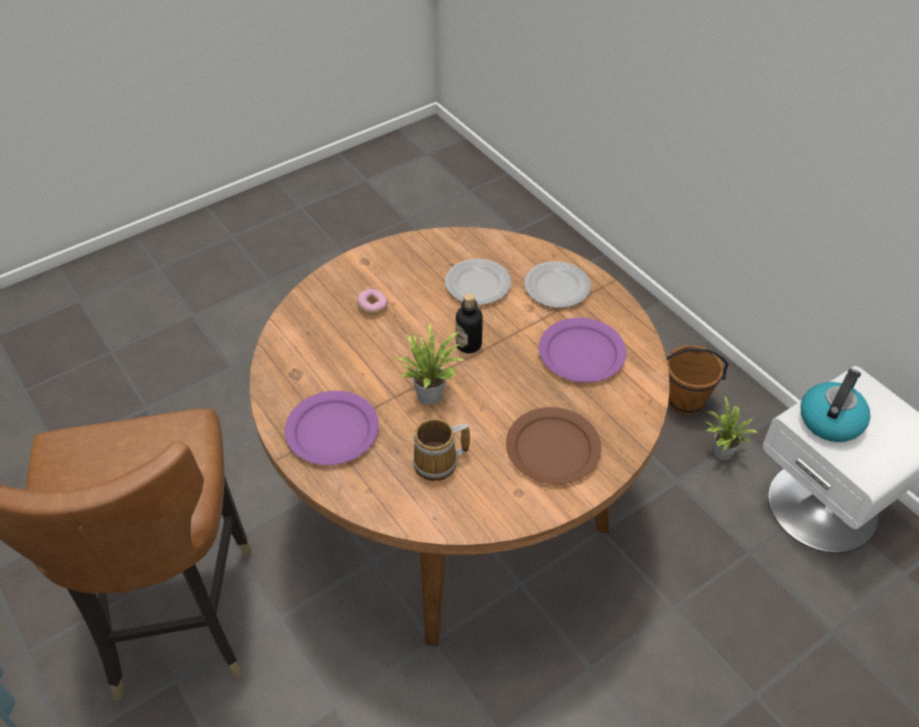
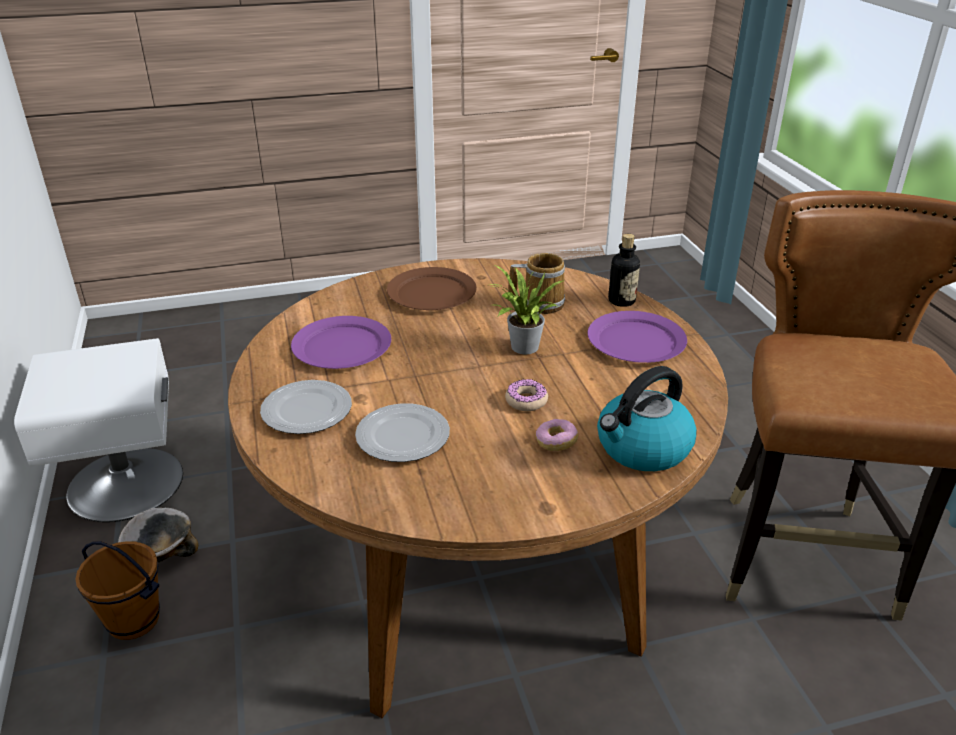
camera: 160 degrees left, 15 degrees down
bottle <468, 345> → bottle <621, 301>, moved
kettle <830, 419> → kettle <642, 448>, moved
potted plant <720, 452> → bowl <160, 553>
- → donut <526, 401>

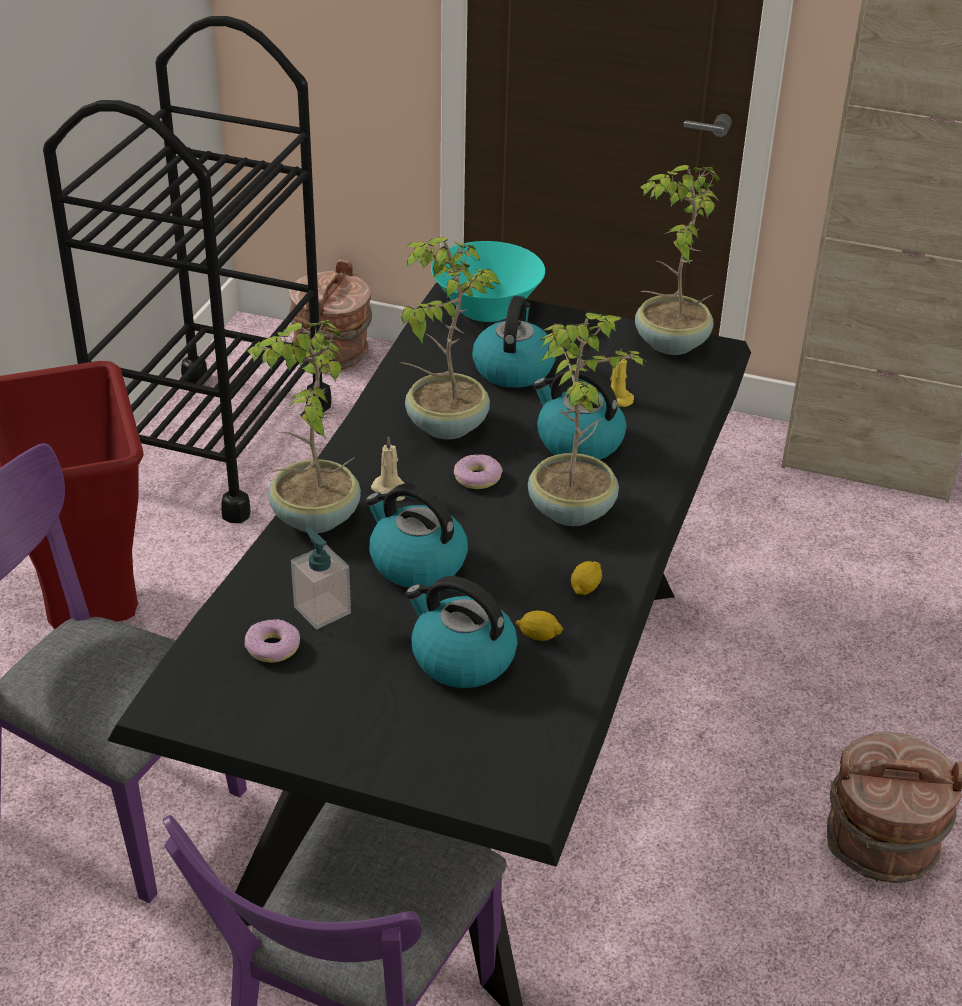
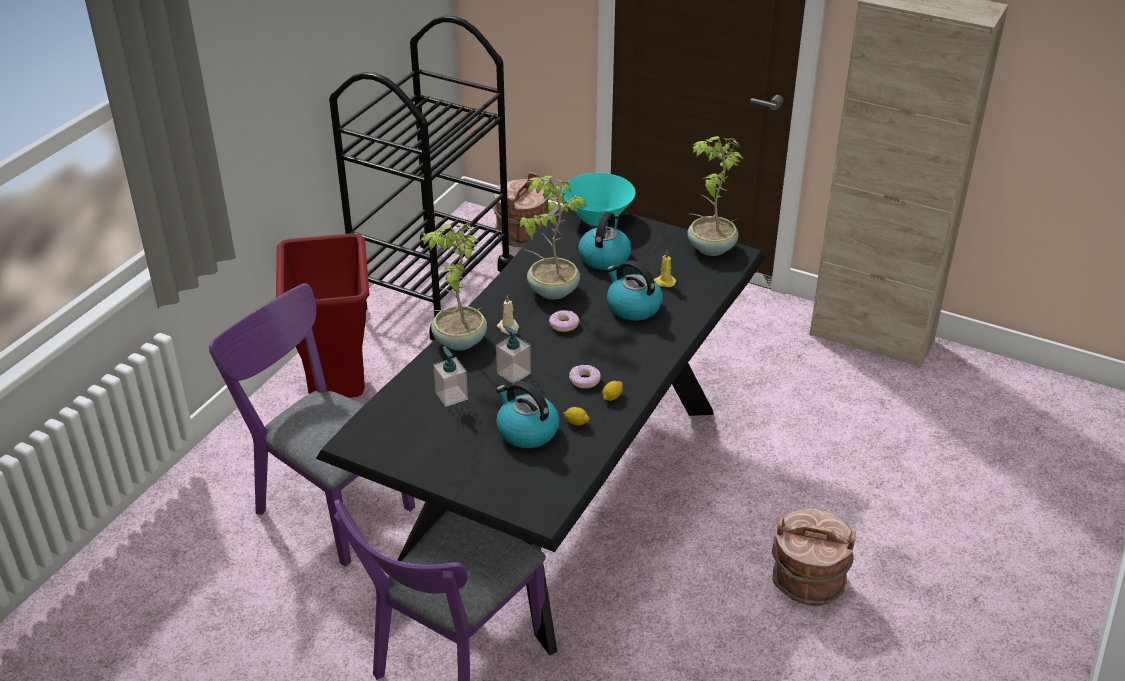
camera: 10 degrees right, 0 degrees up
potted plant <573, 509> → -
kettle <416, 563> → soap dispenser <513, 373>
donut <272, 648> → donut <584, 380>, moved

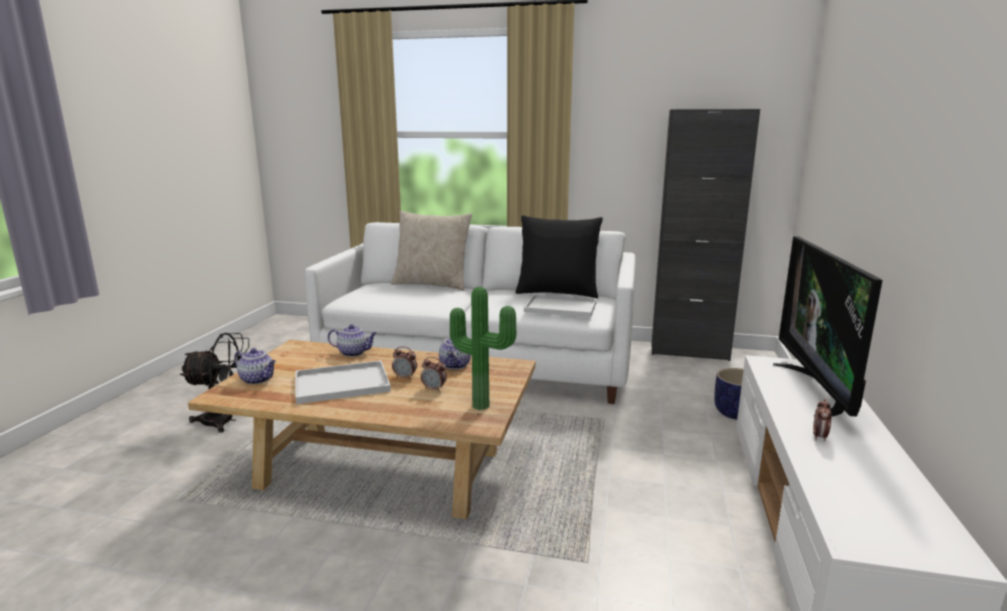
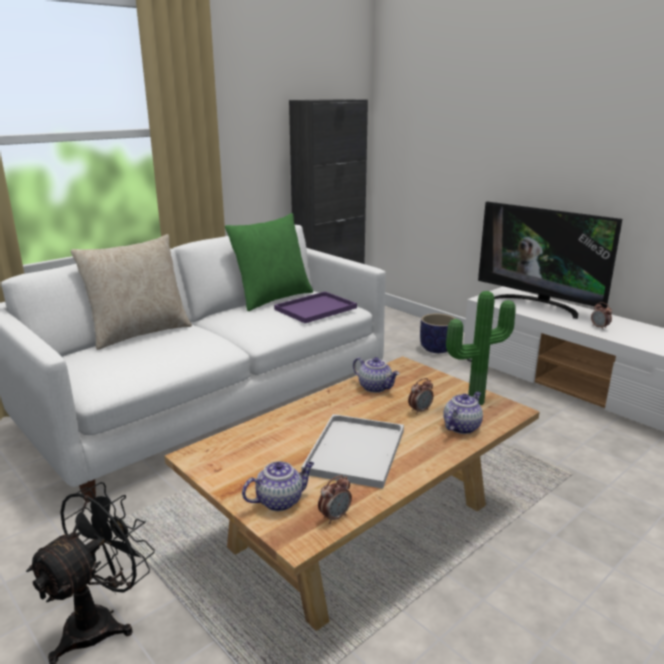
camera: 55 degrees left, 5 degrees up
black pillow <557, 292> → green pillow <272, 298>
white tray <559, 307> → purple tray <315, 309>
teapot <354, 352> → teapot <461, 427>, moved
alarm clock <405, 377> → alarm clock <335, 517>, moved

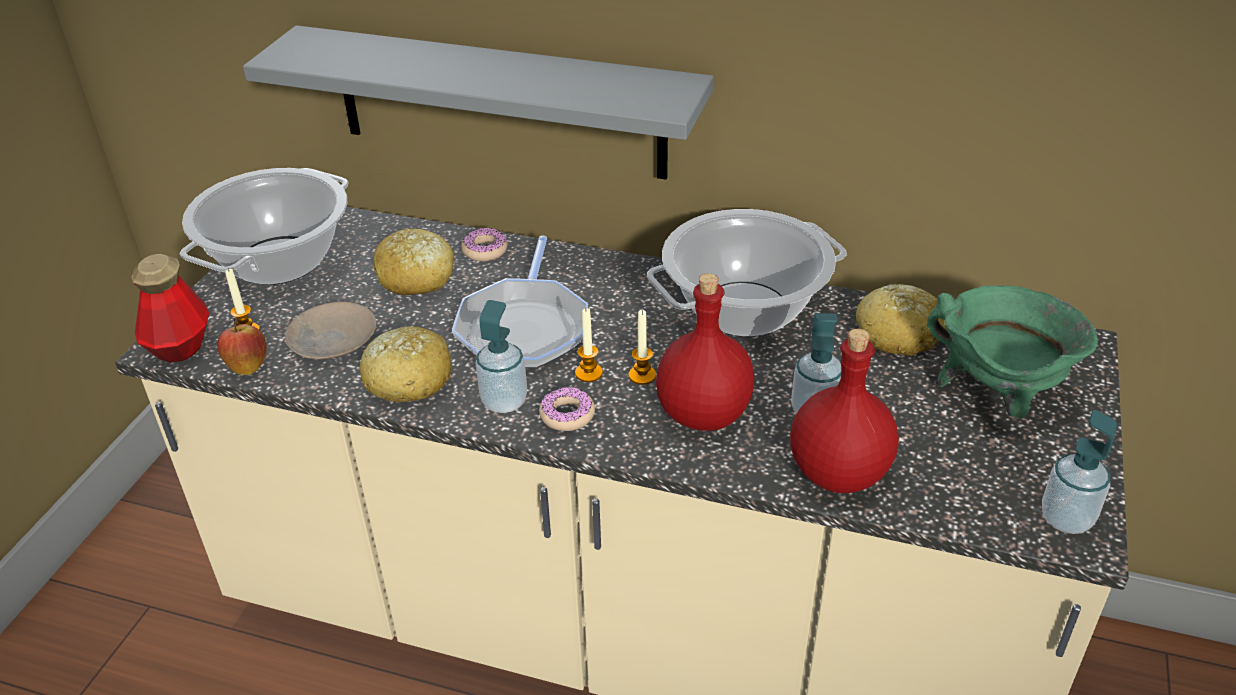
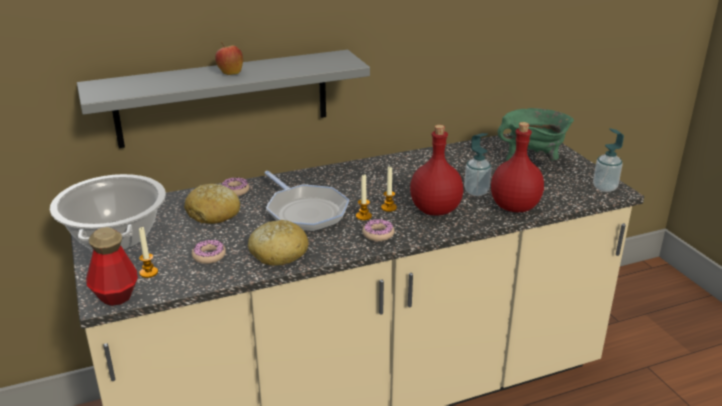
camera: 40 degrees left, 10 degrees down
cooking pot <744, 310> → -
bread <899, 334> → -
soap dispenser <504, 401> → -
beige plate <332, 341> → donut <209, 256>
apple <247, 366> → apple <230, 73>, moved

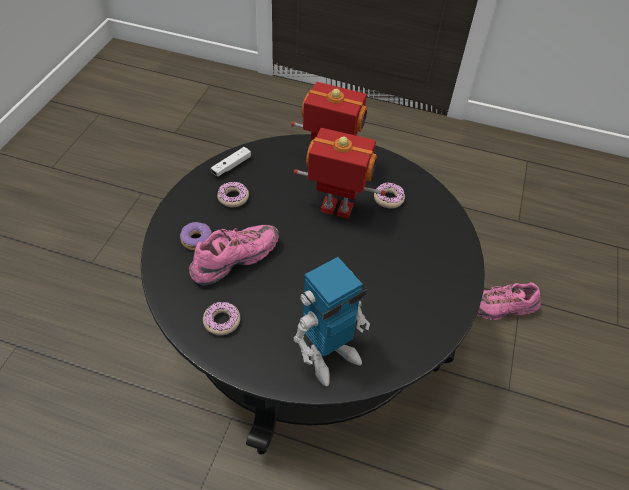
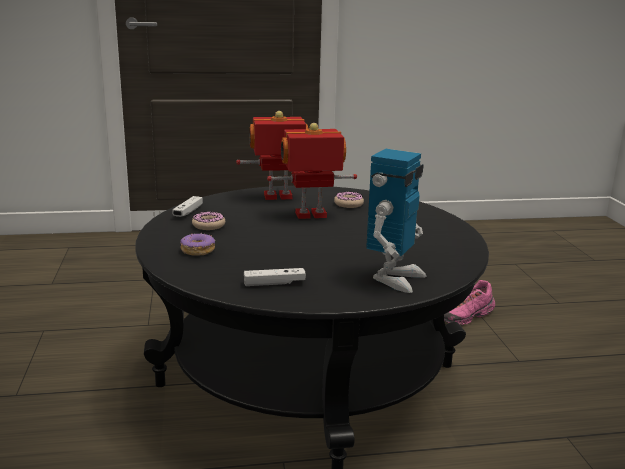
camera: 25 degrees left, 30 degrees down
pink shoe <234, 260> → -
donut <222, 321> → white game controller <274, 283>

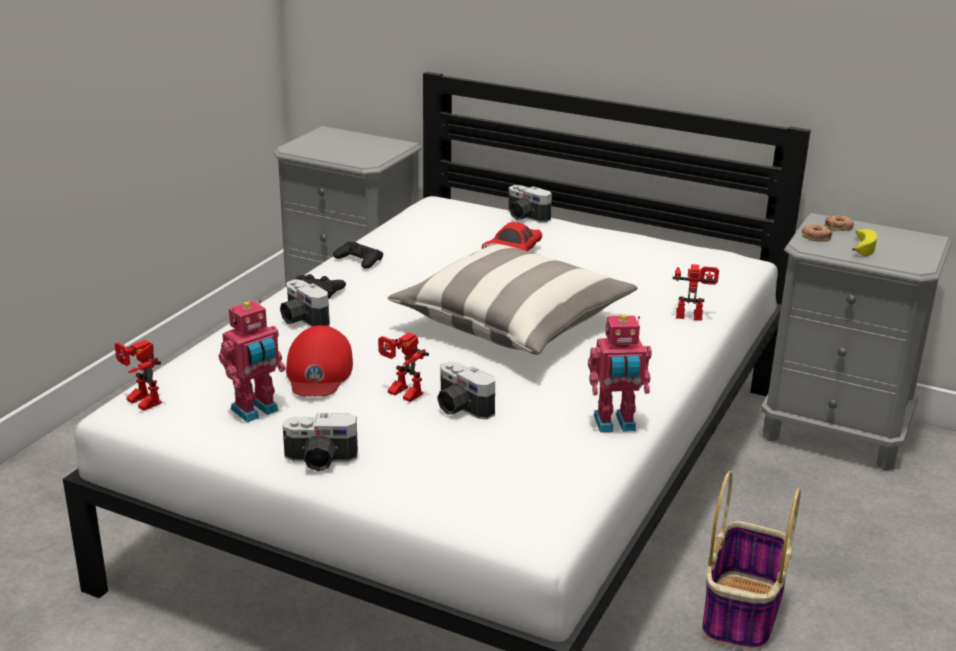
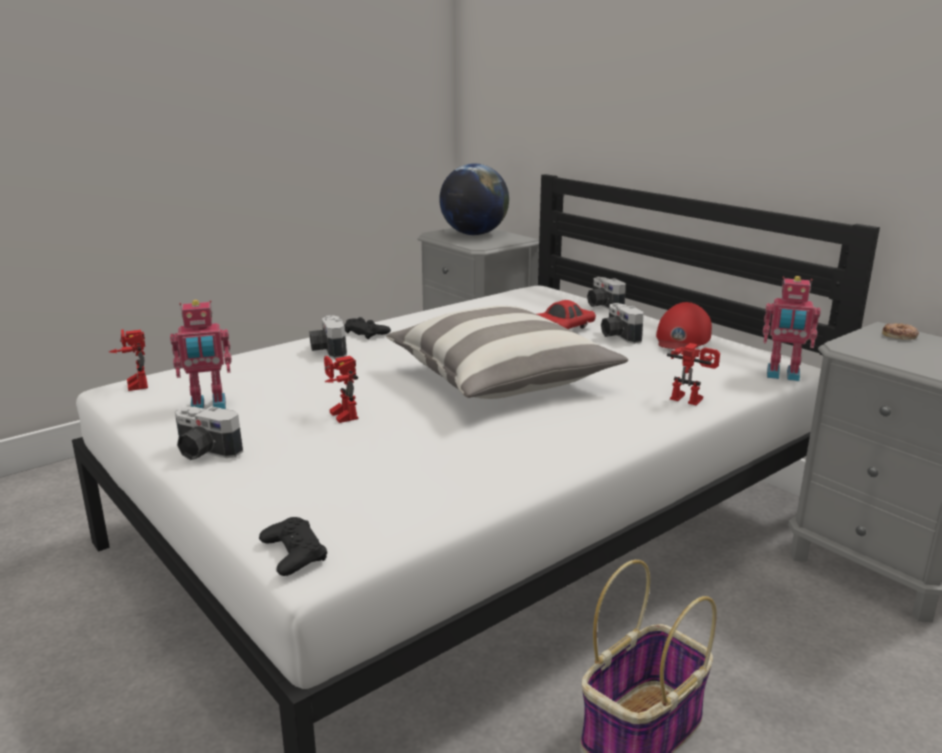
camera: 25 degrees right, 5 degrees down
donut <816, 236> → -
banana <861, 247> → -
black game controller <359, 260> → black game controller <293, 553>, moved
toy robot <615, 425> → toy robot <783, 375>, moved
red cap <318, 372> → red cap <682, 338>, moved
photo camera <460, 408> → photo camera <618, 336>, moved
- → globe <474, 234>

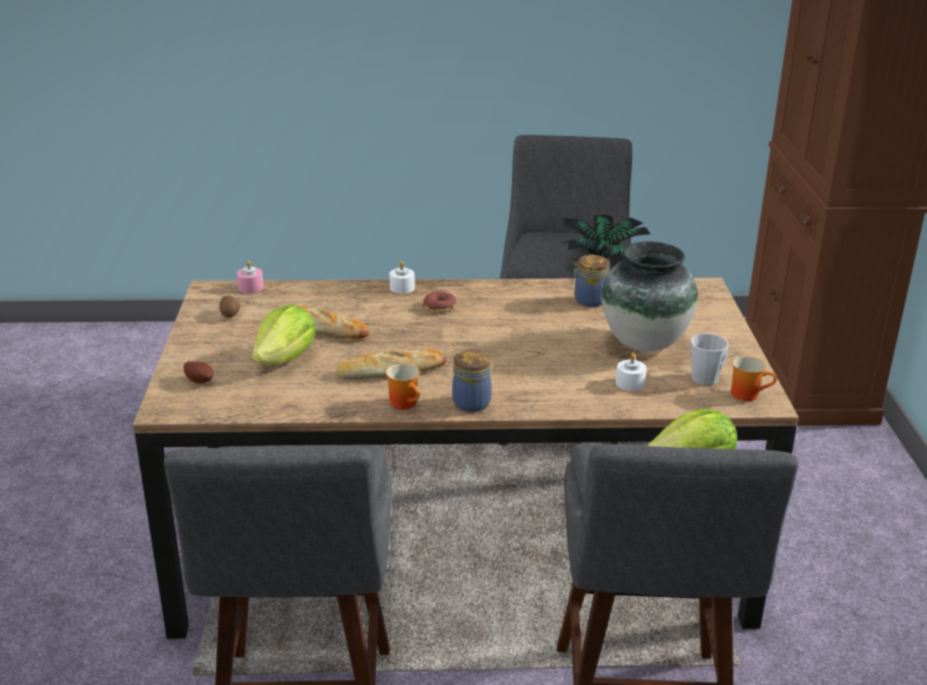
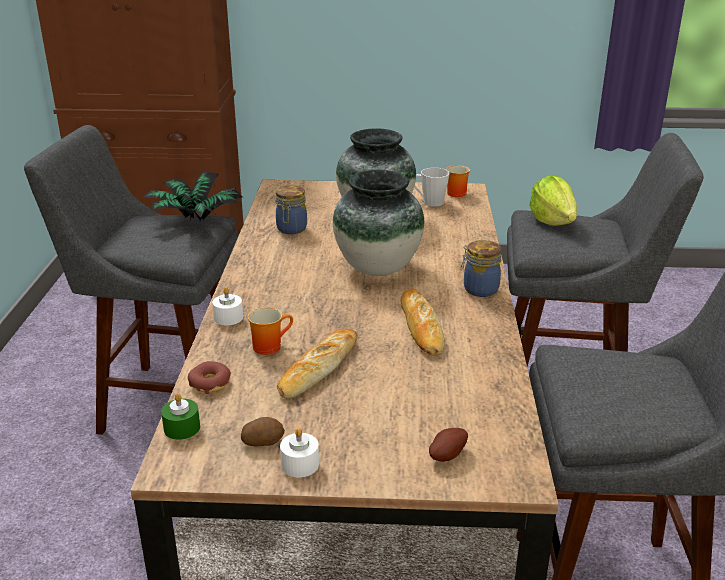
camera: 85 degrees left, 0 degrees up
pink candle <251, 287> → green candle <182, 428>
donut <439, 307> → donut <210, 383>, moved
lettuce <286, 359> → -
white candle <630, 383> → white candle <300, 464>, moved
mug <406, 403> → mug <269, 345>, moved
- → vase <378, 269>

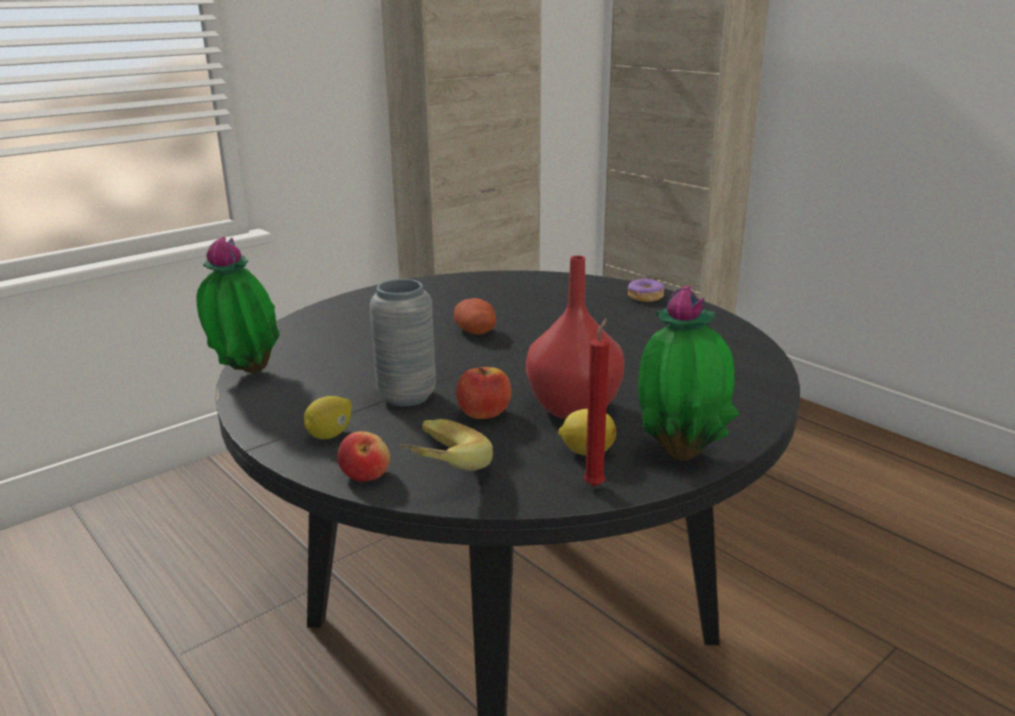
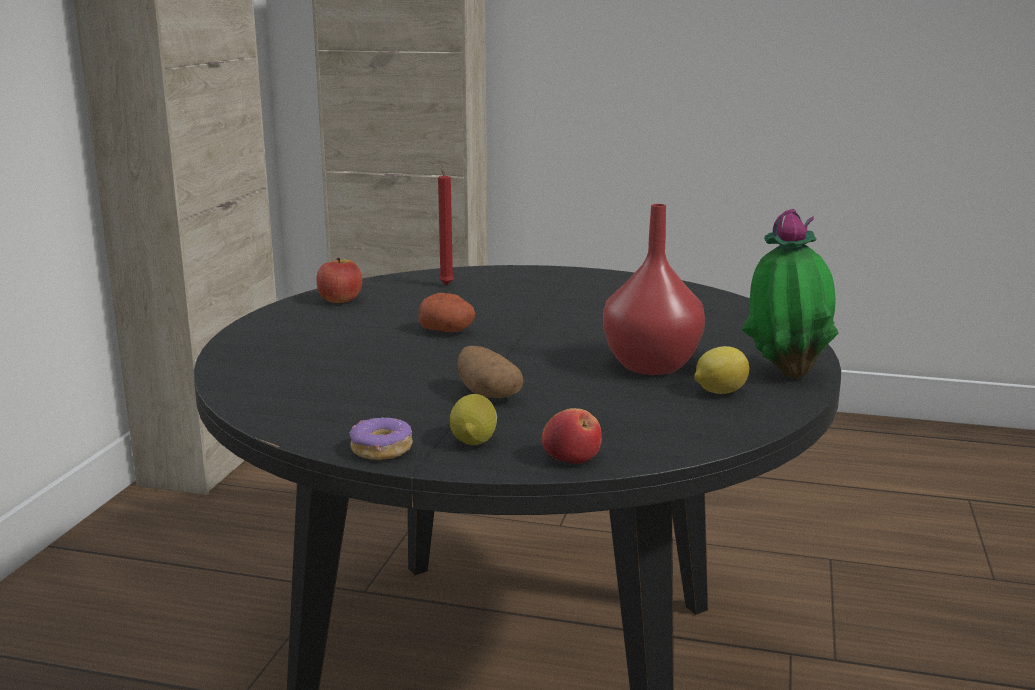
camera: 35 degrees left, 5 degrees down
potted plant <245, 374> → -
grey vase <407, 396> → potato <486, 394>
donut <645, 297> → donut <381, 450>, moved
red candle <595, 484> → red candle <446, 284>, moved
apple <484, 413> → apple <340, 300>, moved
banana <435, 471> → -

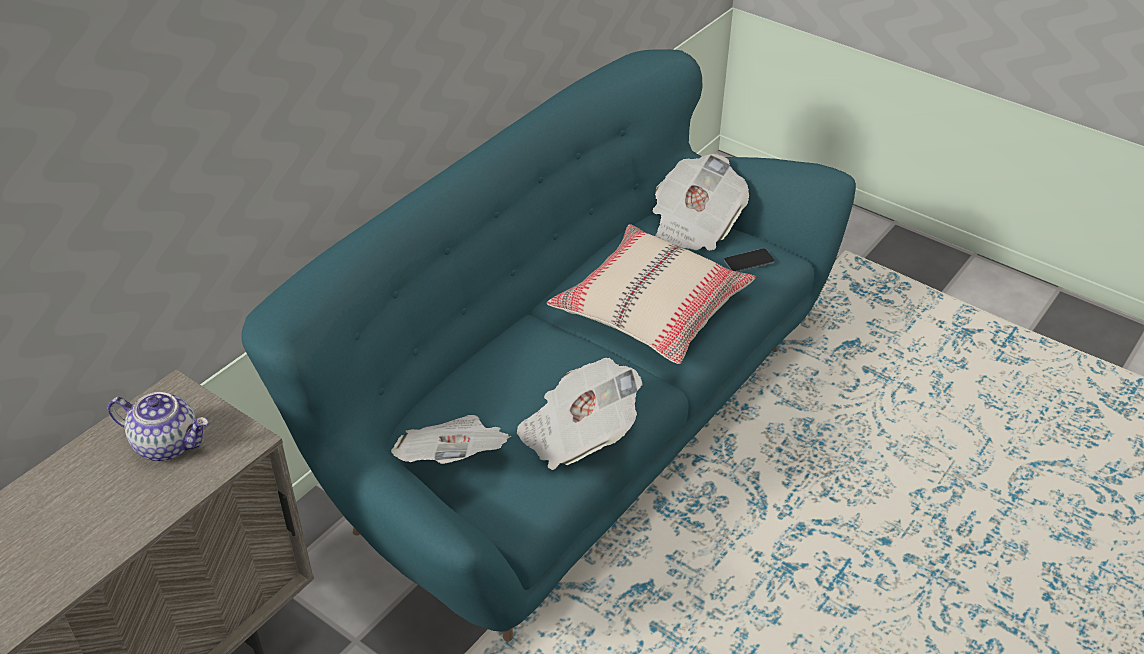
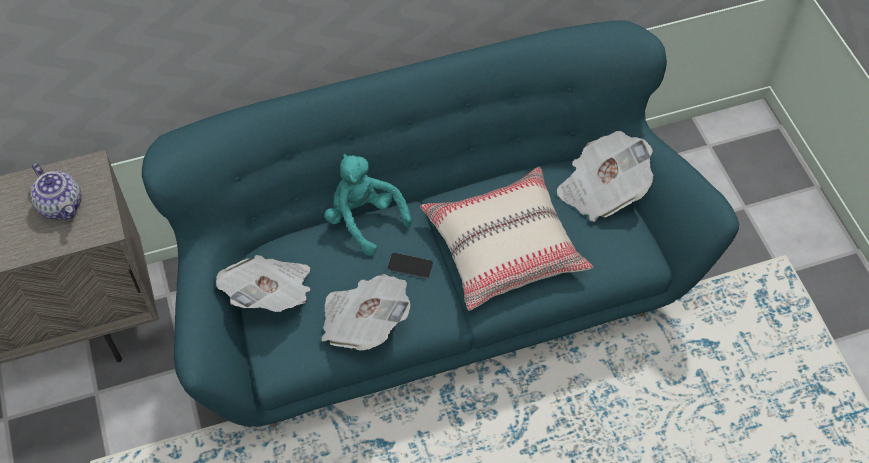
camera: 35 degrees right, 15 degrees up
phone <749, 261> → phone <410, 266>, moved
- → turquoise plush toy <364, 219>

